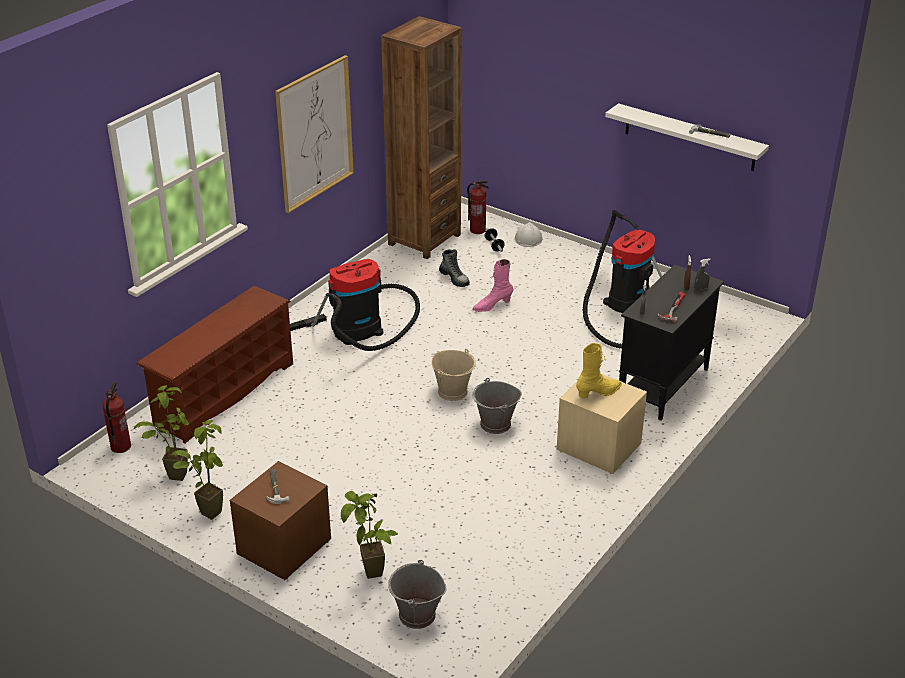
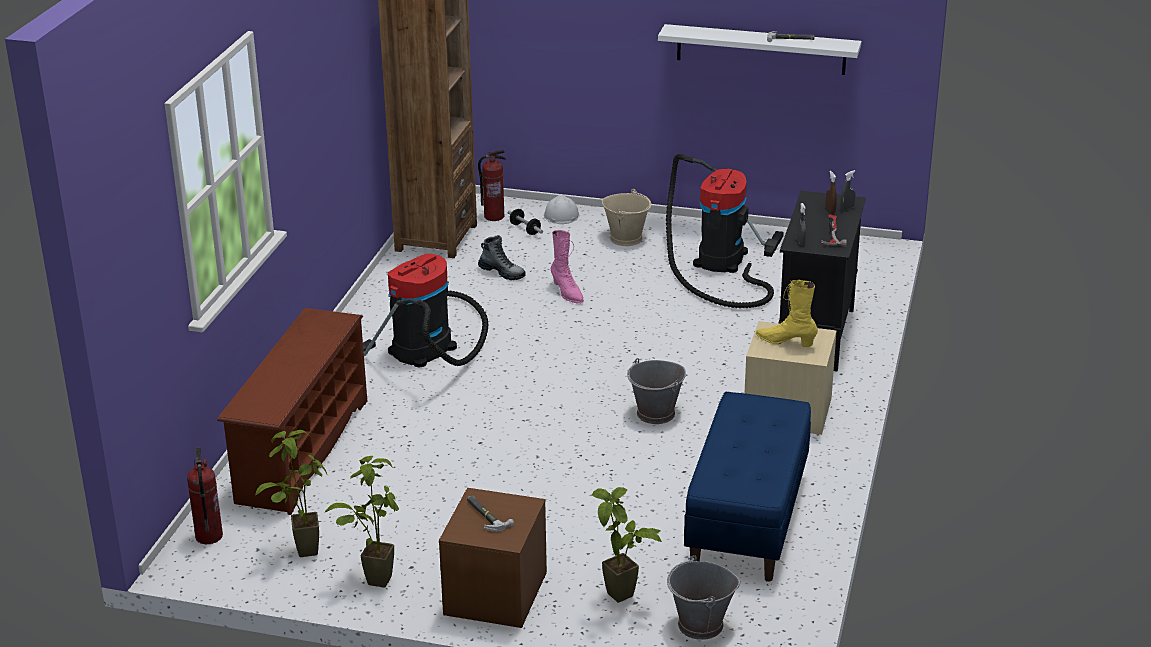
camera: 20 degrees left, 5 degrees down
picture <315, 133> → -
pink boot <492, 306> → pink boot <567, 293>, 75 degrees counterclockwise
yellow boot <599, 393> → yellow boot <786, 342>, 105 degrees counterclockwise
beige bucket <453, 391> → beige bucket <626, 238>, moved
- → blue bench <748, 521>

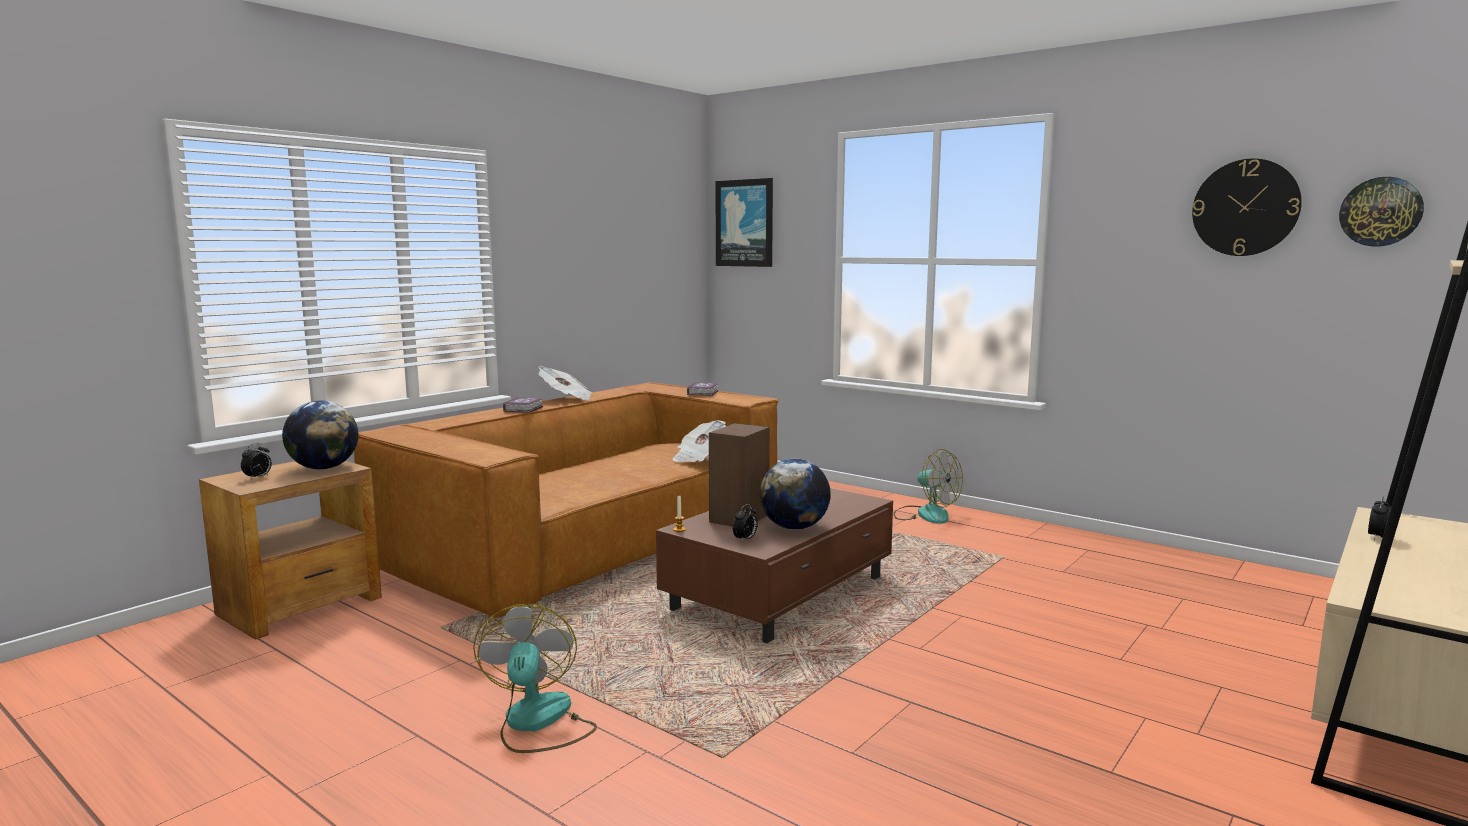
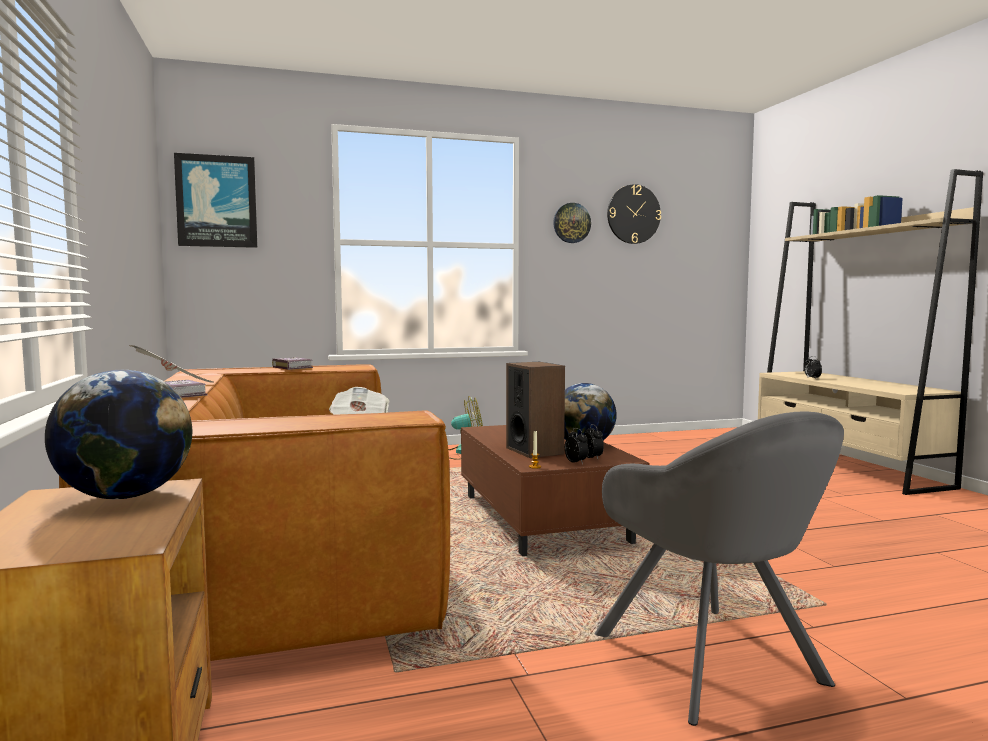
camera: 55 degrees left, 5 degrees down
wall clock <1380, 212> → wall clock <571, 223>, moved
alarm clock <258, 478> → alarm clock <576, 462>, moved
fan <537, 723> → grey armchair <713, 665>

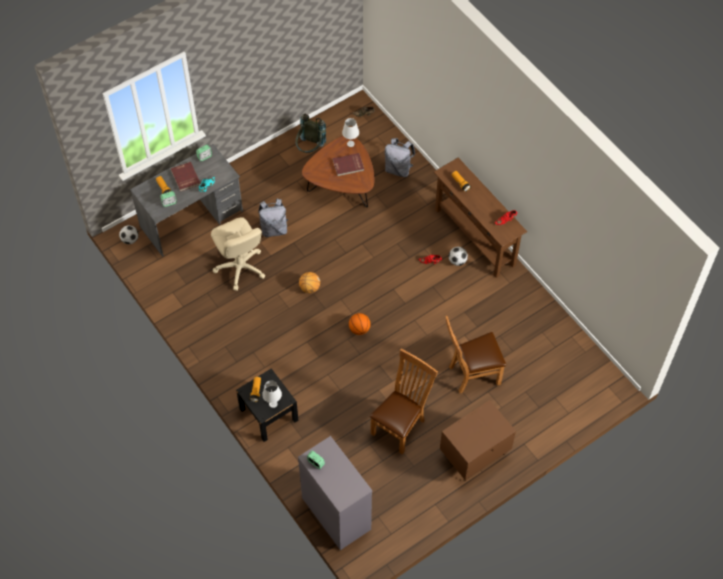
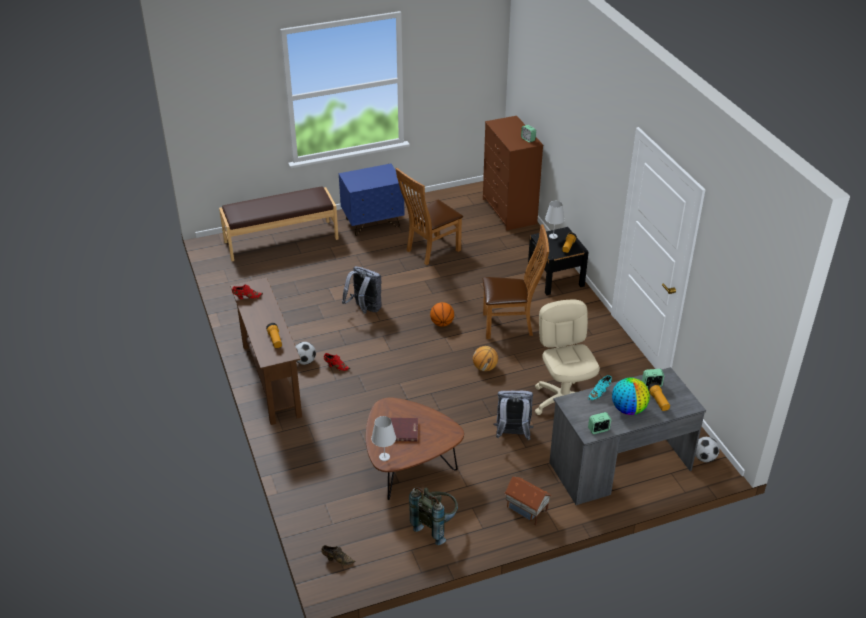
camera: 165 degrees left, 20 degrees down
grey backpack <398, 169> → grey backpack <364, 309>, moved
red book <185, 177> → globe <628, 409>
brown chair <471, 375> → brown chair <511, 325>, moved
brown nightstand <474, 456> → blue nightstand <373, 223>
grey dresser <335, 513> → brown dresser <509, 211>
- → brown bench <281, 240>
- → toy house <526, 510>

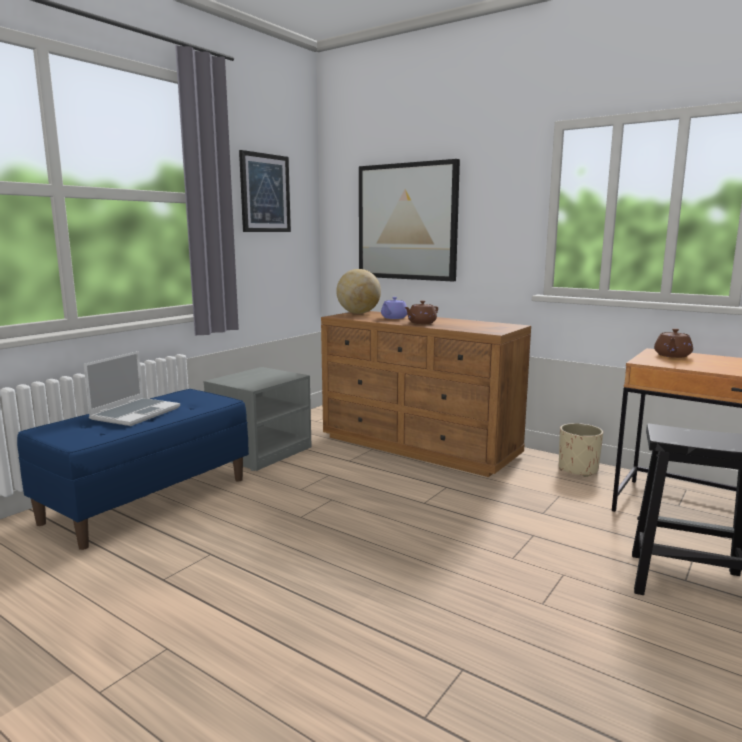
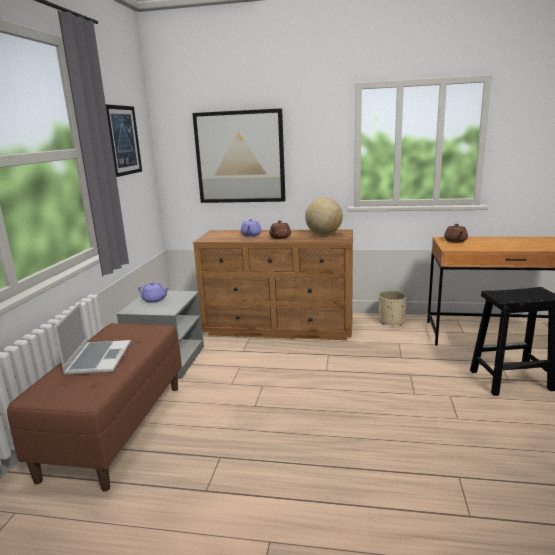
camera: 25 degrees left, 5 degrees up
globe <358, 313> → globe <323, 234>, moved
blue bench <148, 499> → brown bench <116, 428>
- → purple teapot <154, 300>

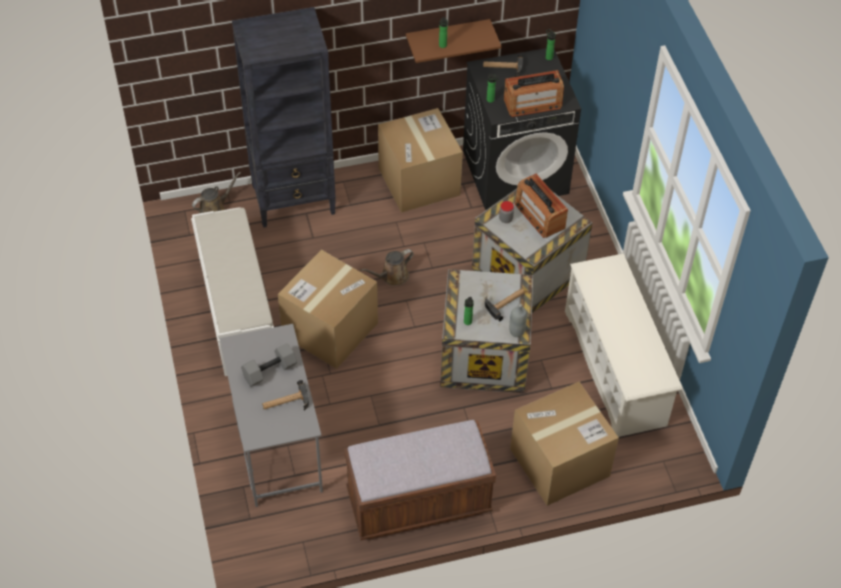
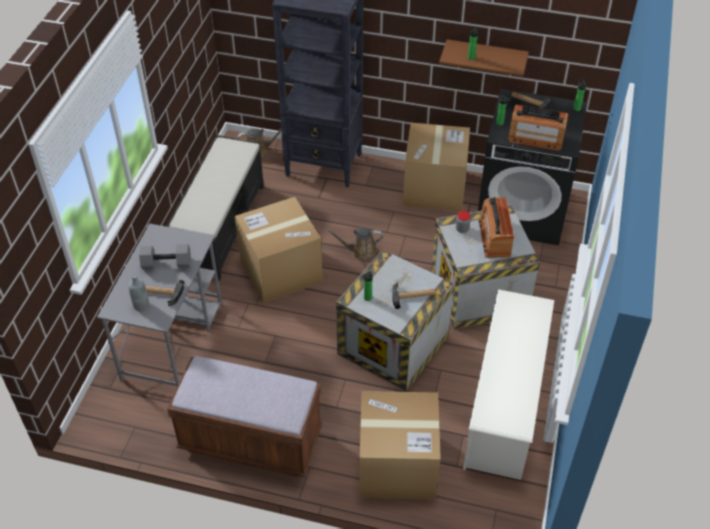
camera: 30 degrees right, 5 degrees down
white bench <236, 309> → black bench <221, 226>
grey bottle <516, 331> → grey bottle <141, 306>, moved

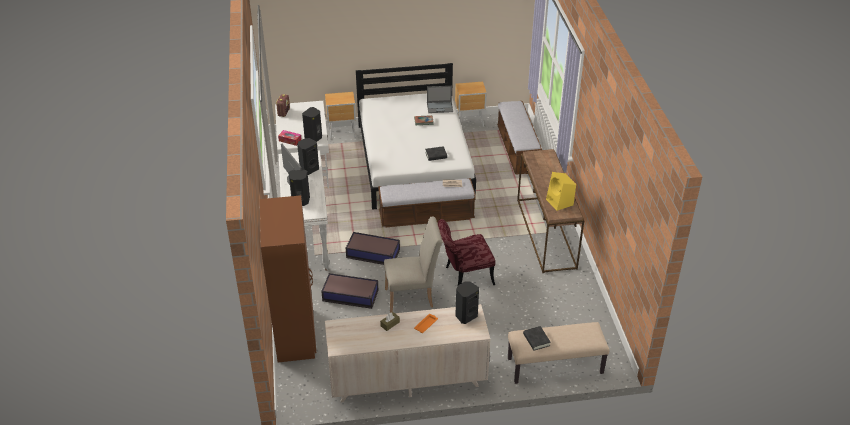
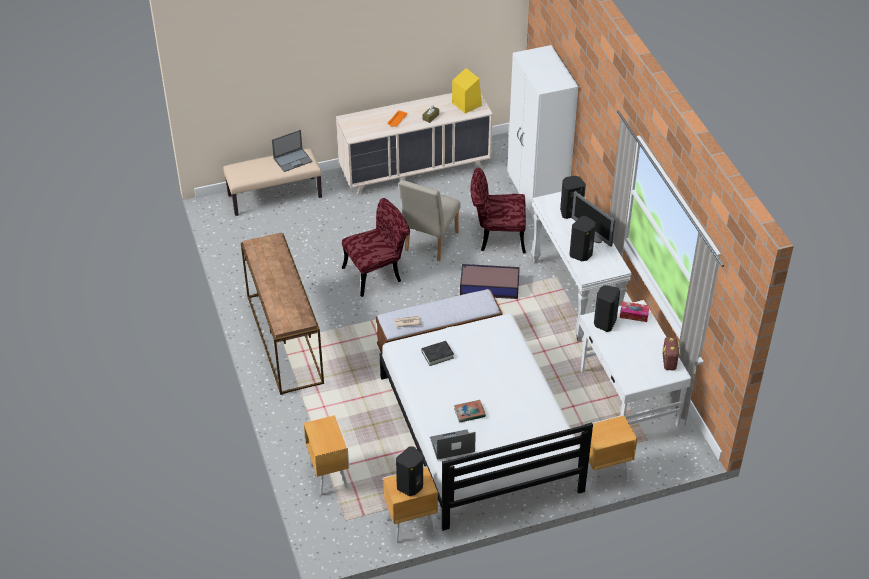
camera: 170 degrees right, 5 degrees up
bench <517, 150> → brown nightstand <329, 475>
yellow speaker <560, 202> → yellow speaker <466, 104>, moved
brown wardrobe <296, 334> → white wardrobe <536, 194>
beige chair <413, 297> → beige chair <429, 244>, 45 degrees counterclockwise
storage box <351, 296> → red chair <496, 237>
black speaker <465, 316> → black speaker <410, 486>, moved
black book <536, 340> → laptop <293, 160>

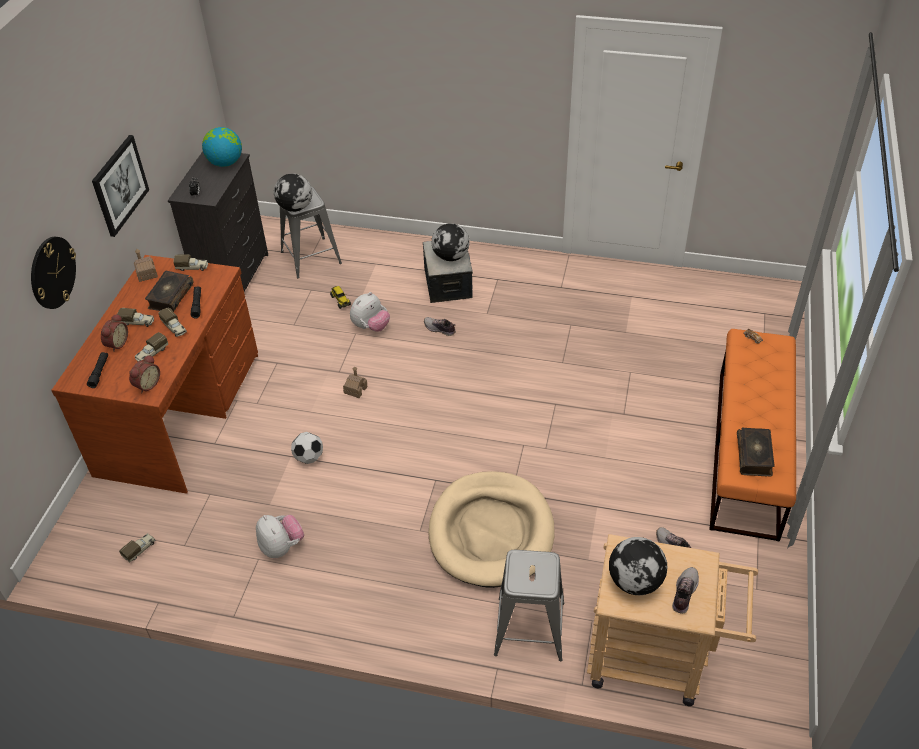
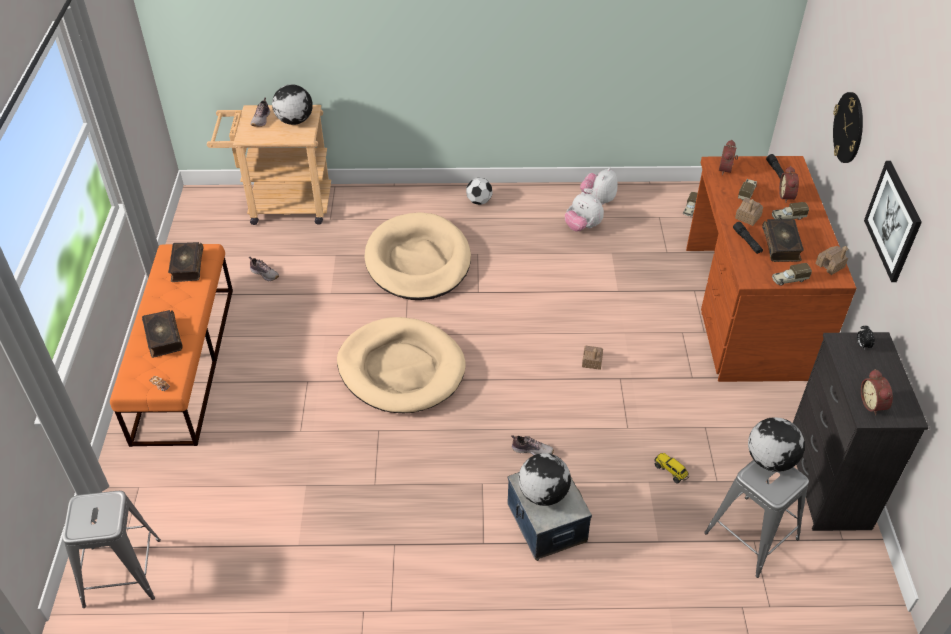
camera: 165 degrees right, 0 degrees up
globe <225, 163> → alarm clock <873, 404>
plush toy <371, 327> → plush toy <598, 199>, moved
toy truck <174, 328> → toy house <748, 217>
football <309, 457> → football <479, 201>, moved
grey stool <530, 629> → grey stool <122, 572>, moved
- → book <162, 338>
- → beige dog bed <401, 369>

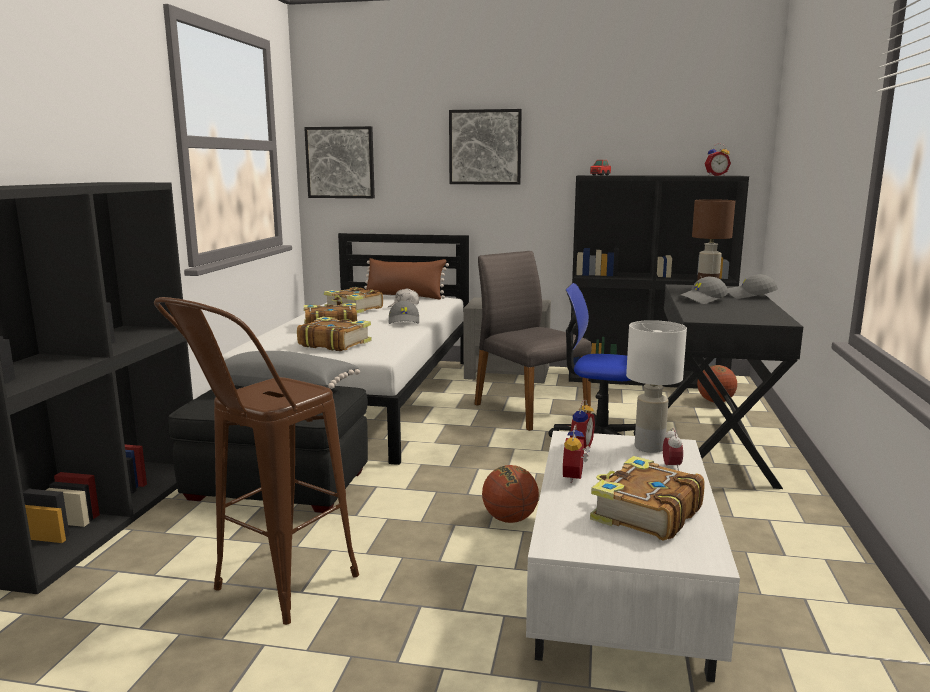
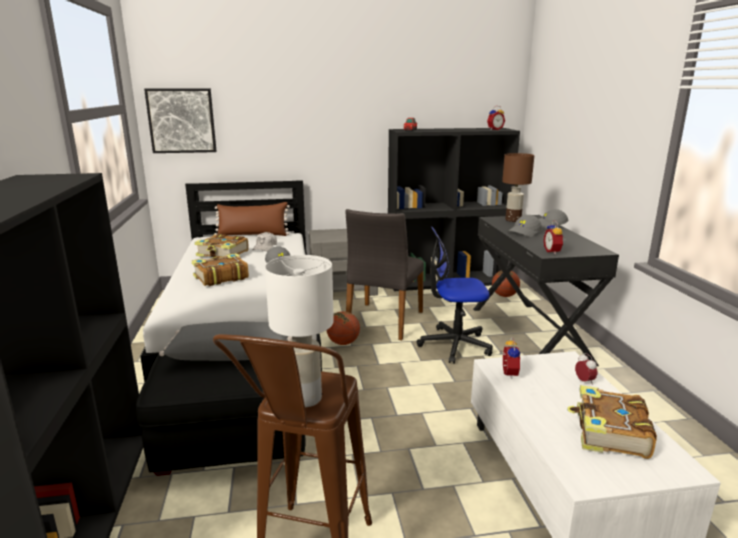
camera: 20 degrees left, 5 degrees up
picture <485, 147> → -
grey chair <528, 408> → grey chair <383, 321>, 105 degrees counterclockwise
book <334, 343> → -
white table lamp <650, 448> → white table lamp <306, 398>, moved
alarm clock <576, 477> → alarm clock <553, 252>, moved
basketball <509, 519> → basketball <343, 343>, moved

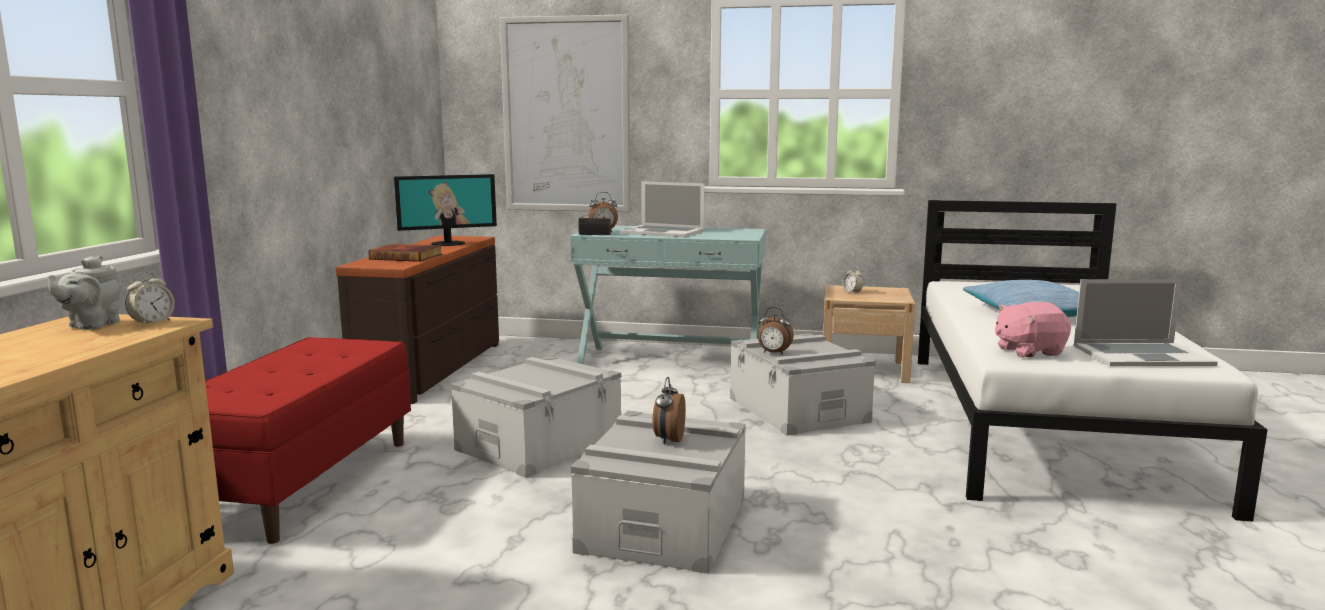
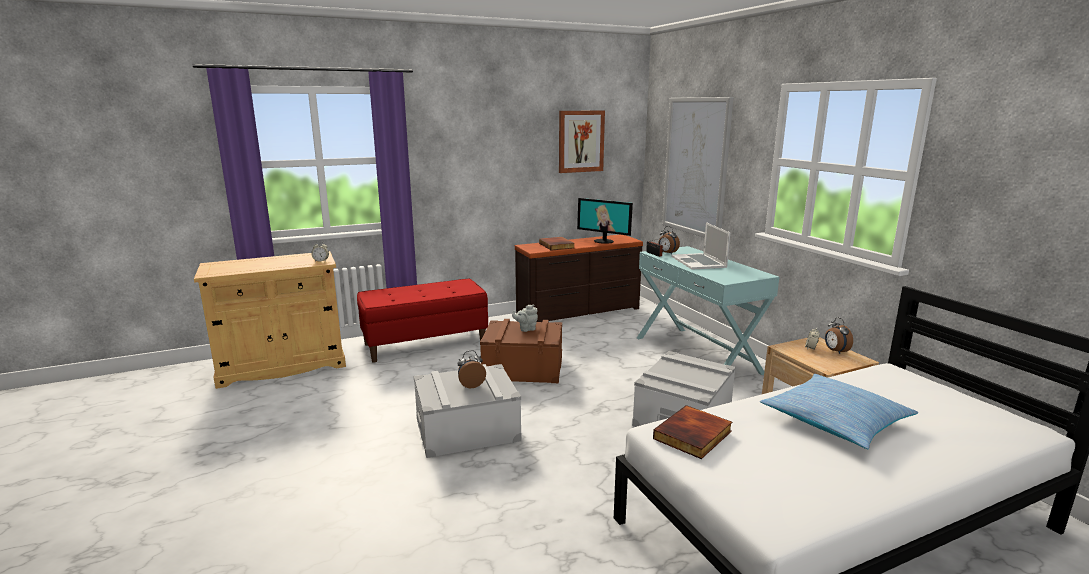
camera: 55 degrees right, 5 degrees up
grey teapot <91, 325> → grey teapot <526, 329>, moved
laptop <1141, 355> → -
pink plush toy <1028, 351> → book <693, 436>
alarm clock <773, 353> → alarm clock <835, 351>, moved
grey storage box <539, 443> → brown storage box <523, 368>
- → picture <581, 141>

